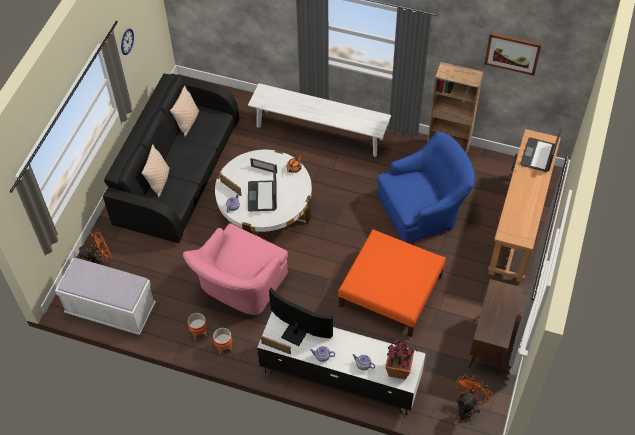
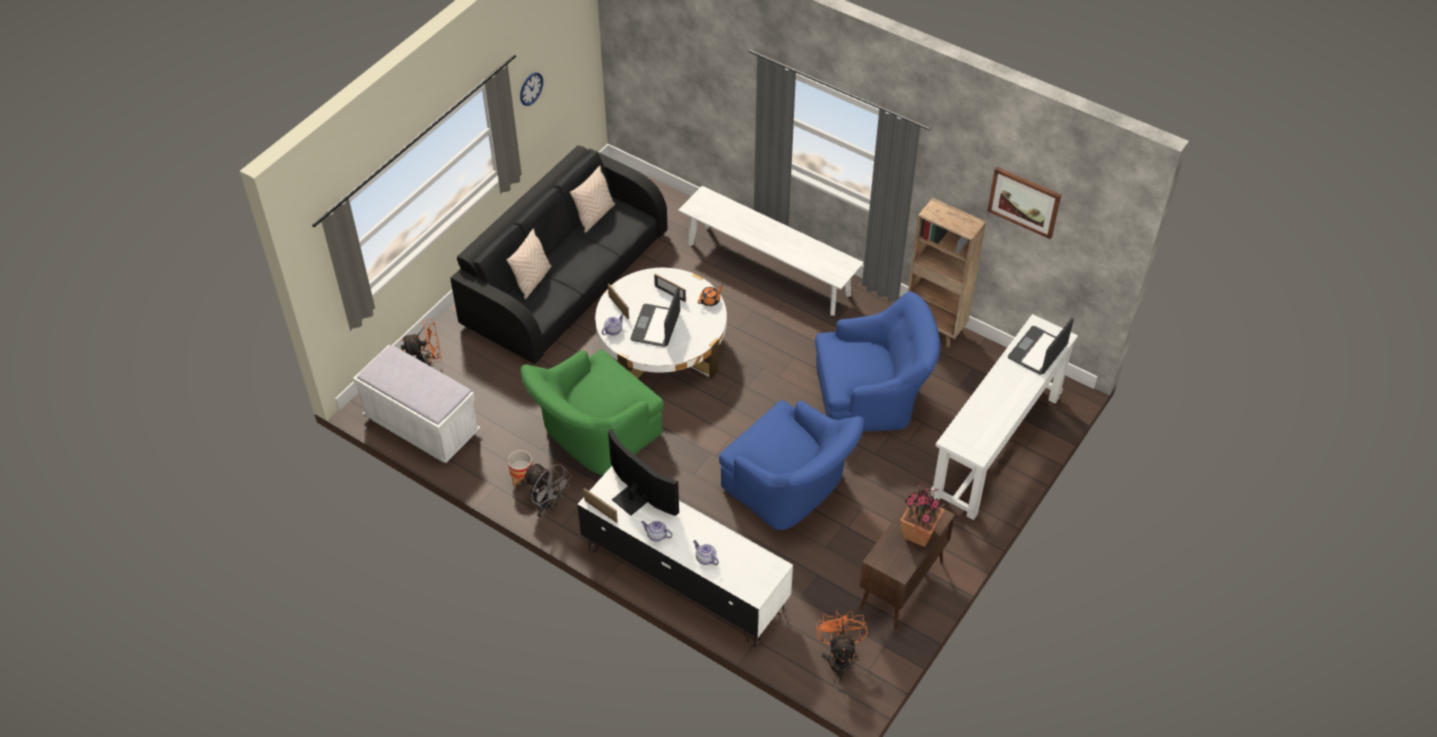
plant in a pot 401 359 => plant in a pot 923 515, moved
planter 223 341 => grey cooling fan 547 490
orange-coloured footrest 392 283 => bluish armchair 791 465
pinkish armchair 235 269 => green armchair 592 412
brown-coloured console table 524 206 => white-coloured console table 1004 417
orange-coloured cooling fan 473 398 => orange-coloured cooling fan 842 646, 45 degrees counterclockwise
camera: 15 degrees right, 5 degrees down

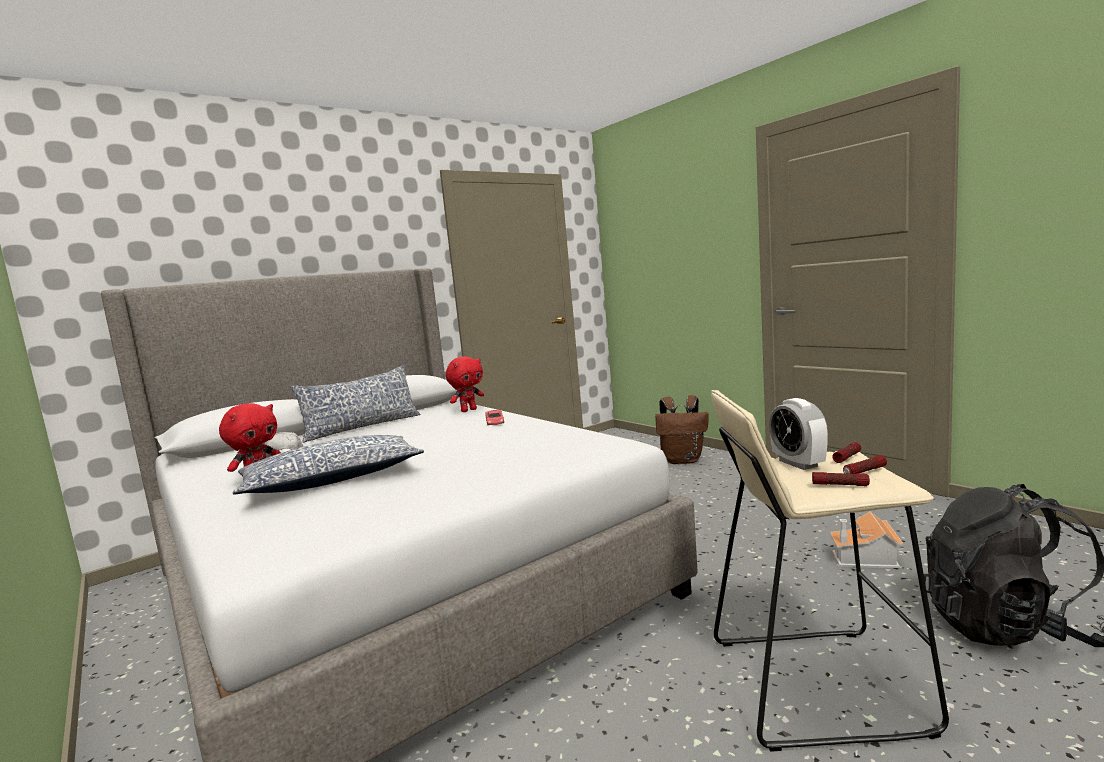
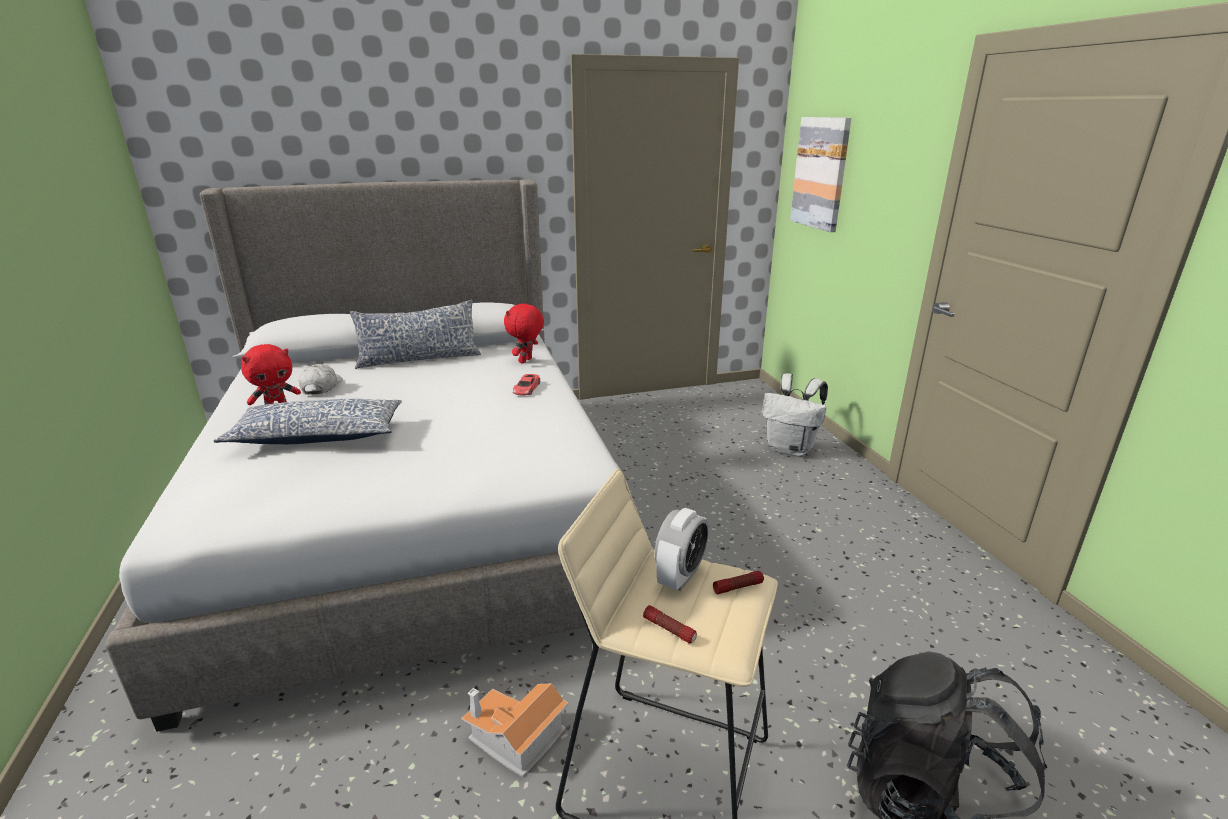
flashlight 865 464 => nothing
nothing => wall picture 820 174
toy house 866 540 => toy house 514 730, moved
brown-coloured rucksack 682 429 => white-coloured rucksack 795 415
red-coloured plush toy 464 384 => red-coloured plush toy 524 333, 135 degrees clockwise
bedside clock 798 434 => bedside clock 682 549, 150 degrees counterclockwise
camera: 20 degrees right, 15 degrees up

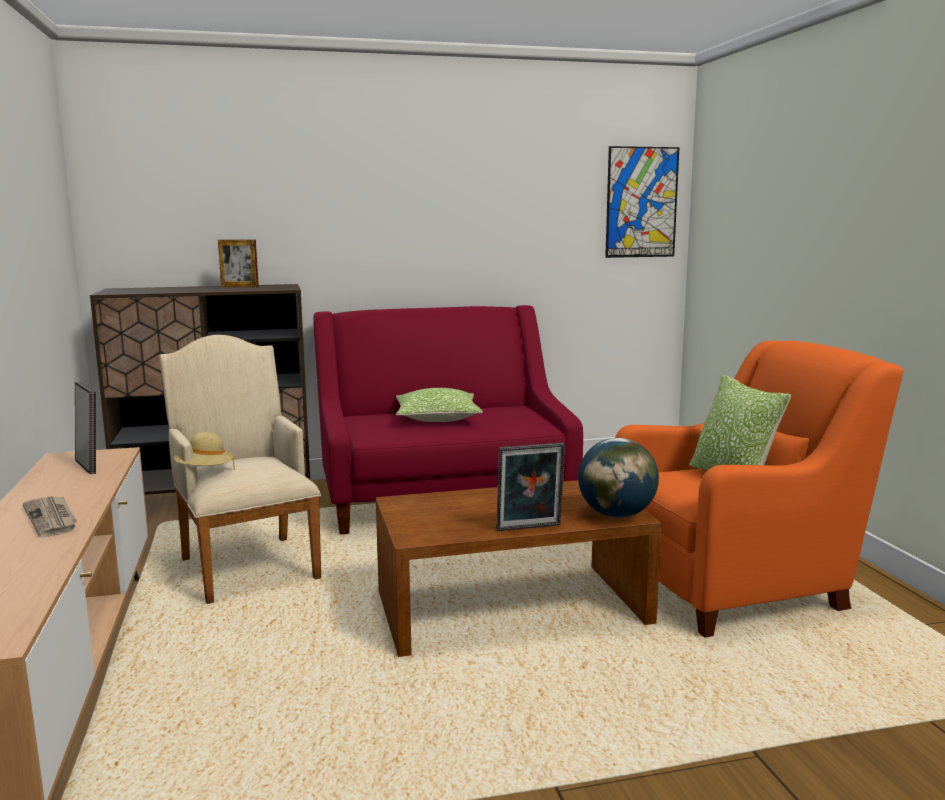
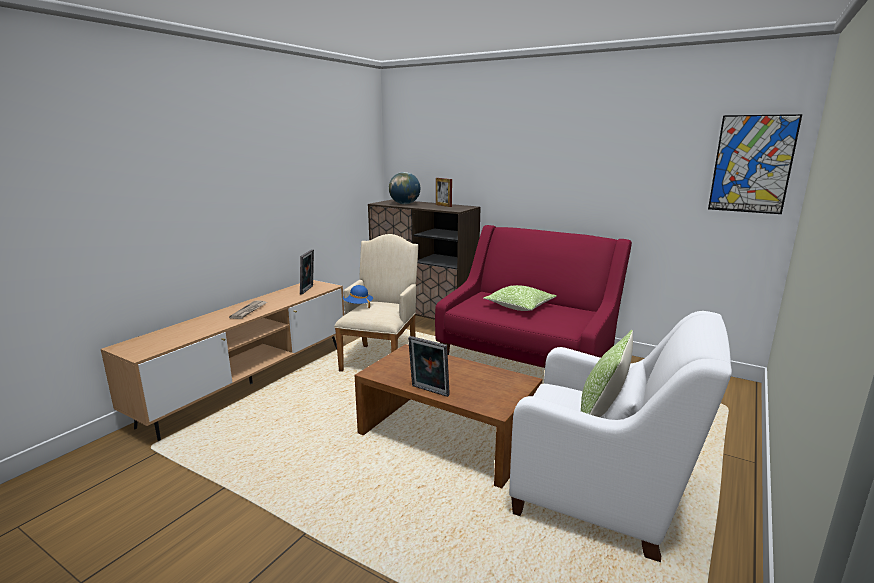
globe 618 478 => globe 404 188, moved
sand-coloured clothing hat 204 451 => bluish clothing hat 358 296
orange-coloured armchair 759 489 => white-coloured armchair 620 436
camera: 45 degrees right, 5 degrees up

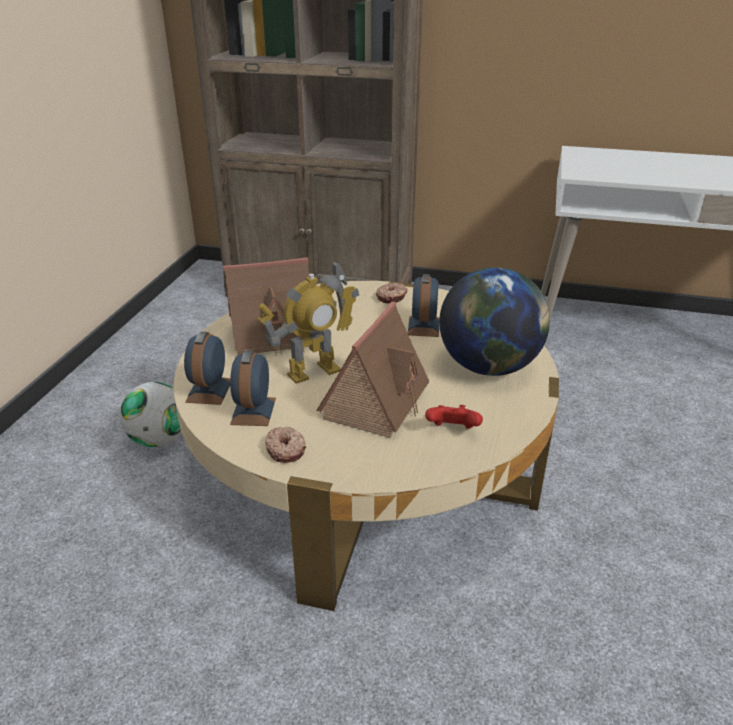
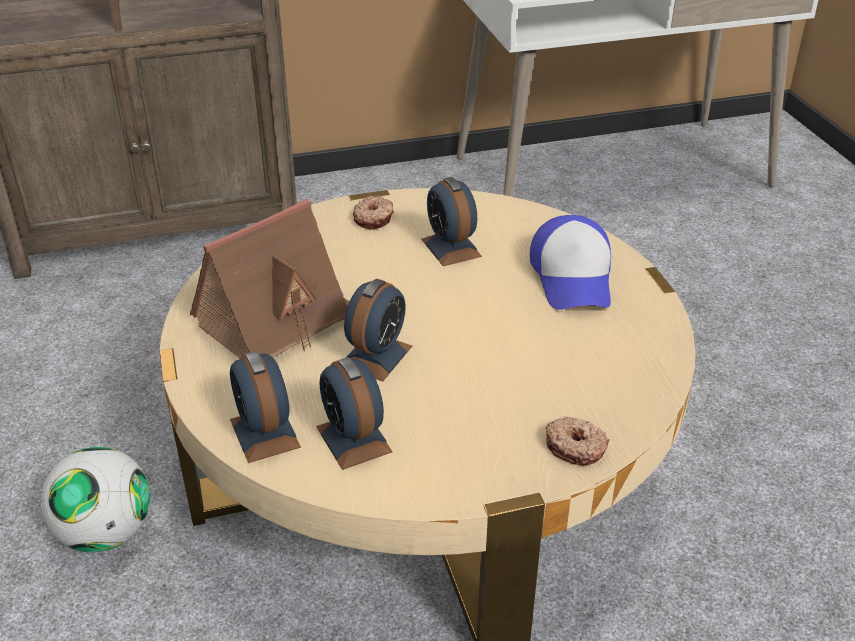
toy house 372 370 => nothing
red-coloured joypad 454 417 => nothing
doughnut 285 445 => doughnut 578 440, moved
toy robot 308 322 => bedside clock 378 330
globe 494 321 => baseball cap 570 262
camera: 30 degrees left, 5 degrees up

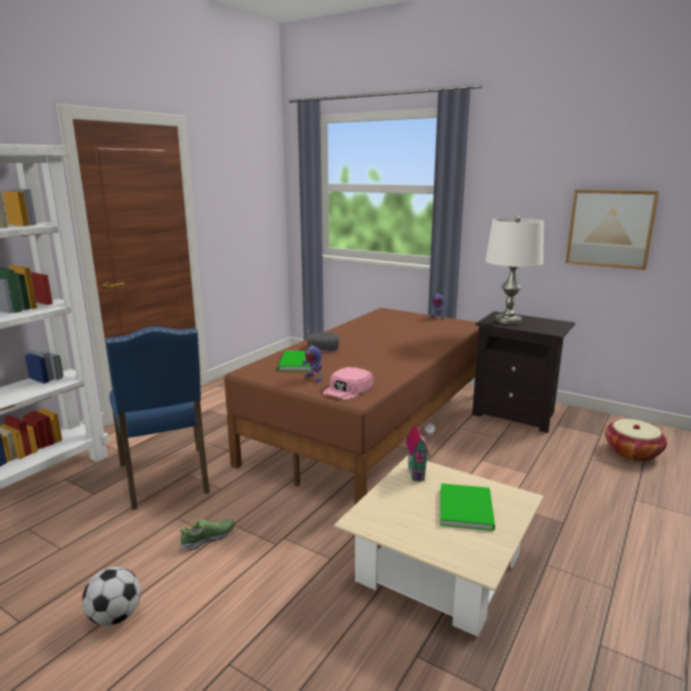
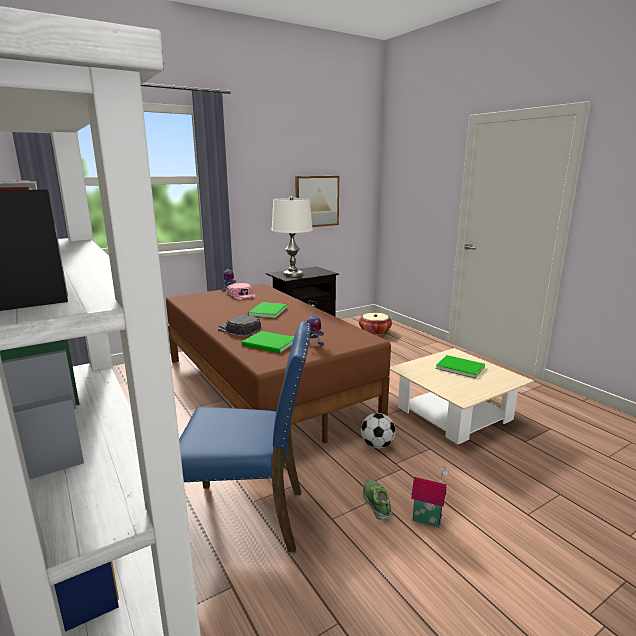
nothing => green book 267 310
ball for football 111 596 => ball for football 378 430, moved
pinkish baseball cap 348 383 => pinkish baseball cap 241 291, moved
toy house 420 452 => toy house 430 496, moved
camera: 65 degrees left, 0 degrees up

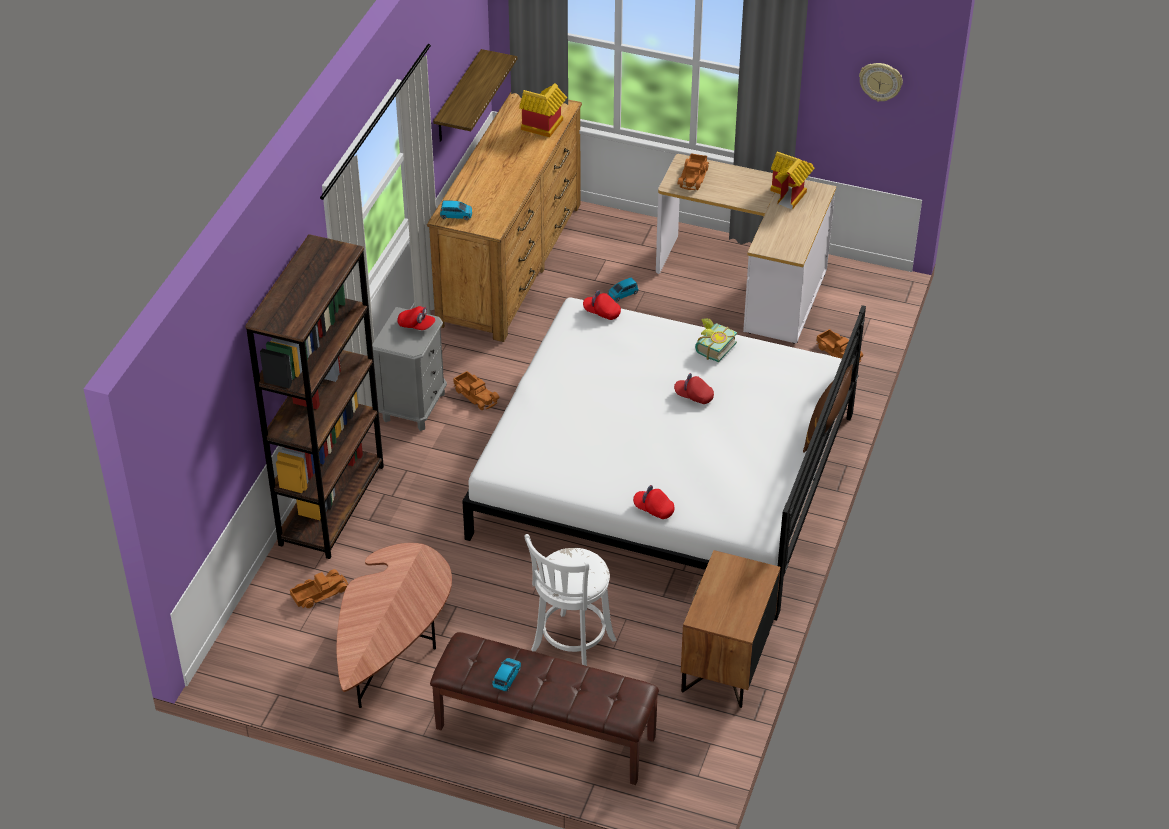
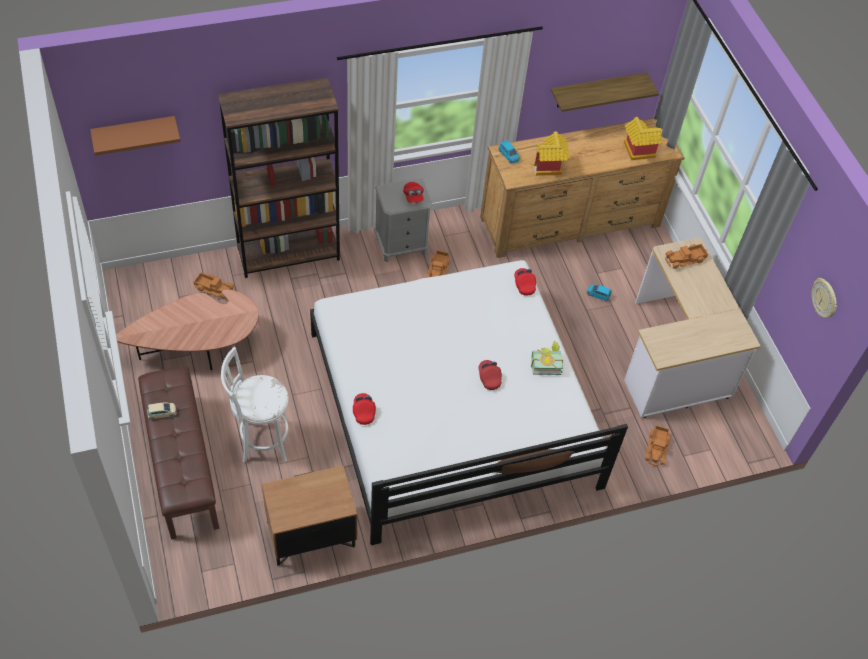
nothing => brown-coloured bracket shelf 135 136
toy house 792 180 => toy house 552 153, moved
bluish model car 506 675 => sand-coloured model car 161 411
camera: 50 degrees right, 10 degrees up

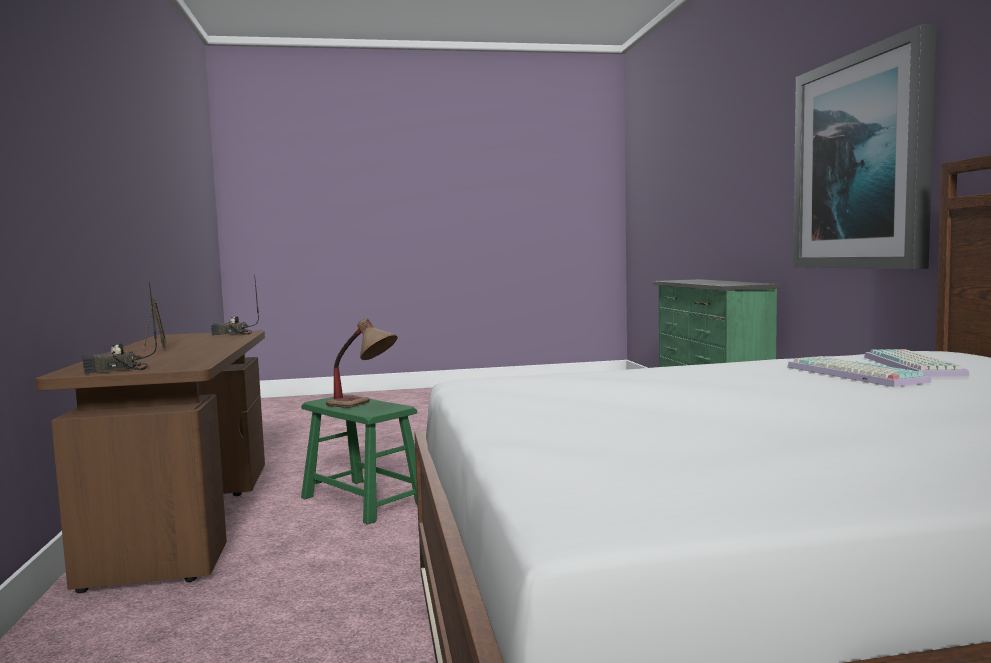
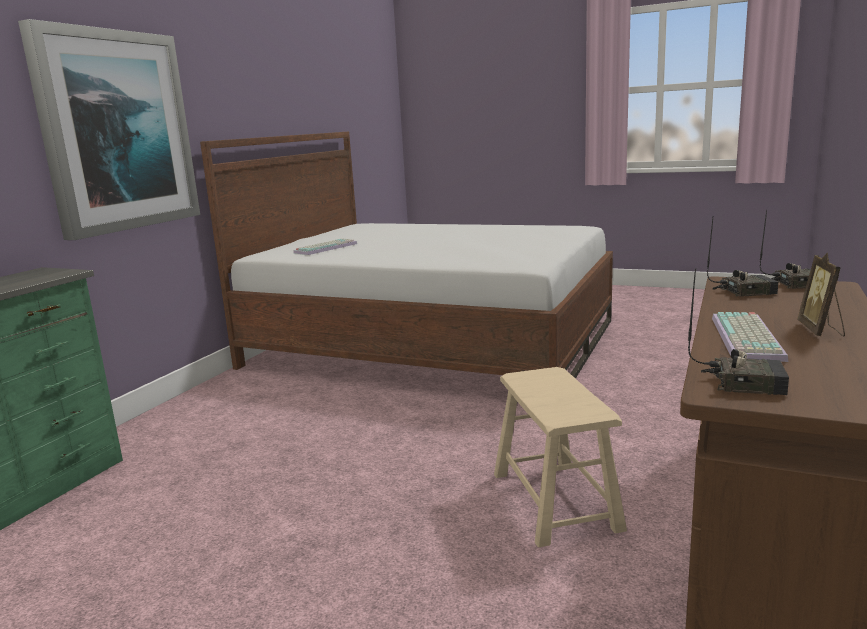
lamp for a table 362 363 => nothing
nothing => radio set 743 257
keyboard 860 371 => keyboard 750 337, moved
green stool seat 359 459 => sand-coloured stool seat 560 457
camera: 145 degrees left, 10 degrees up

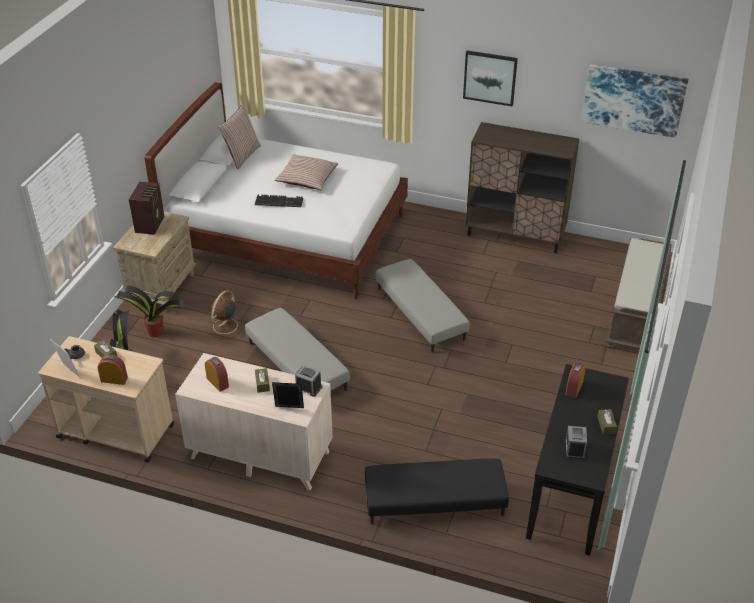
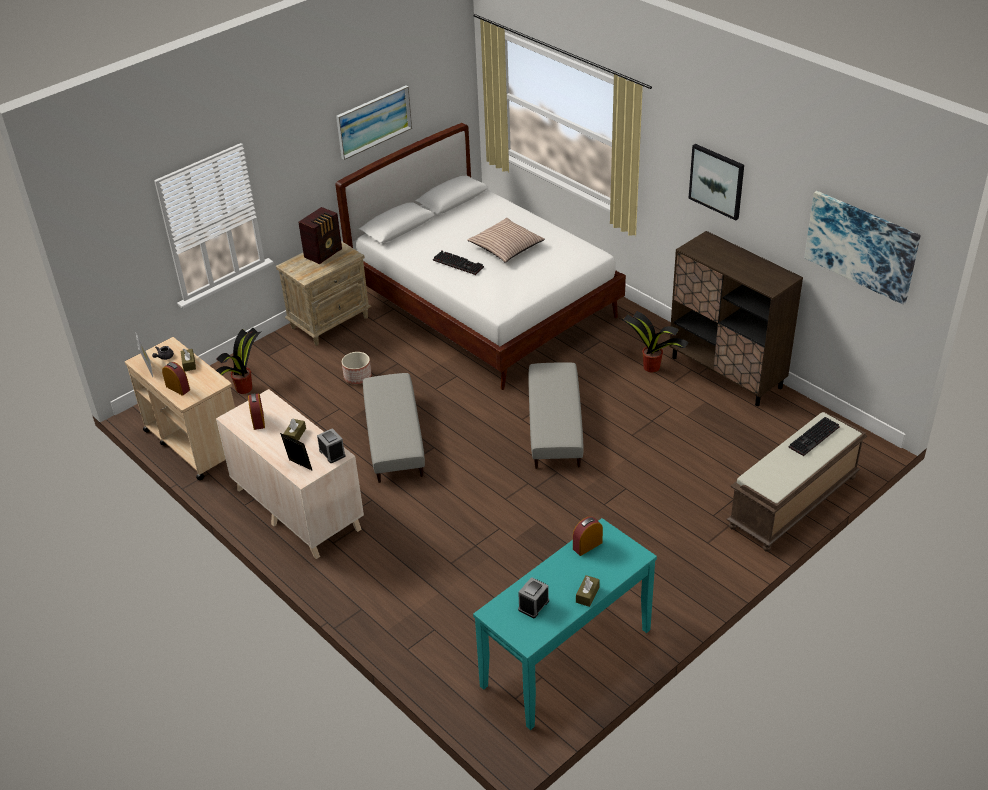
pillow 239 137 => nothing
black-coloured footrest 437 491 => nothing
nothing => wall picture 374 123
nothing => keyboard 814 436
plant in a pot 149 311 => plant in a pot 654 342, moved
brown-coloured cooling fan 224 314 => planter 357 368
black-coloured console table 577 460 => turquoise-coloured console table 565 624
camera: 30 degrees right, 0 degrees up

